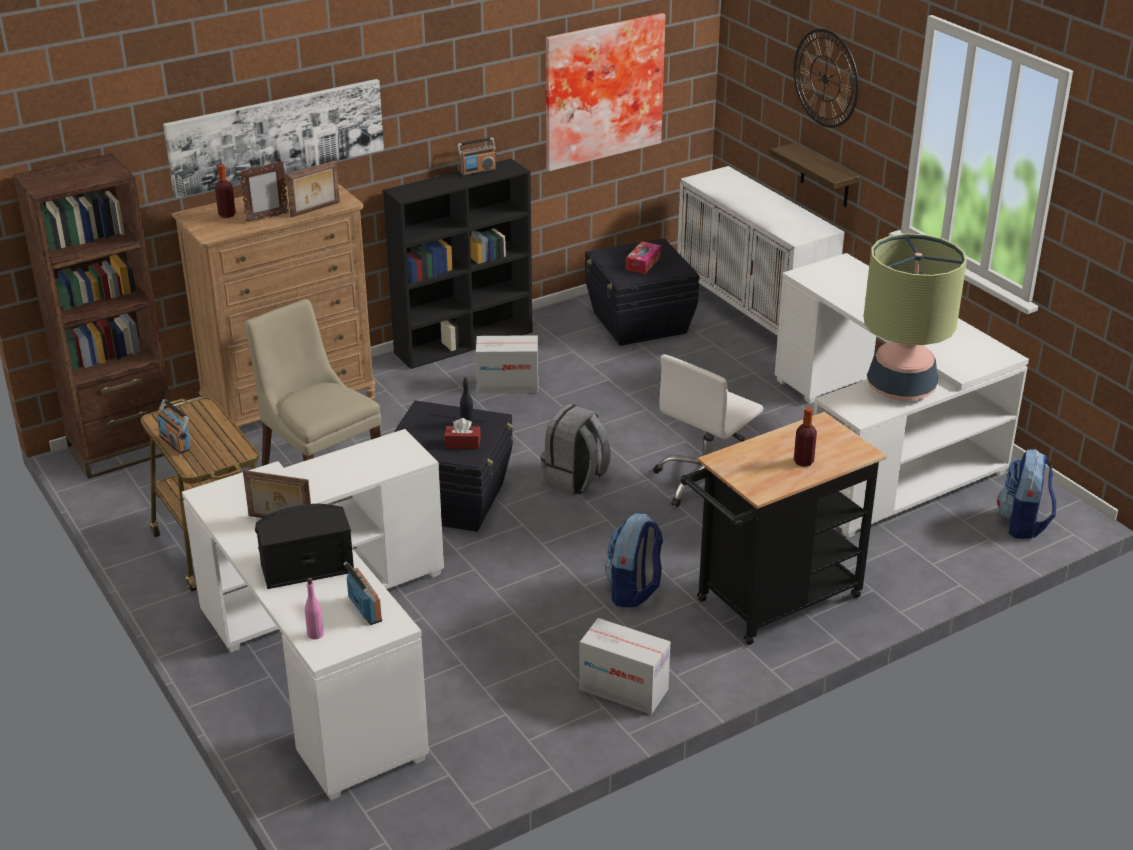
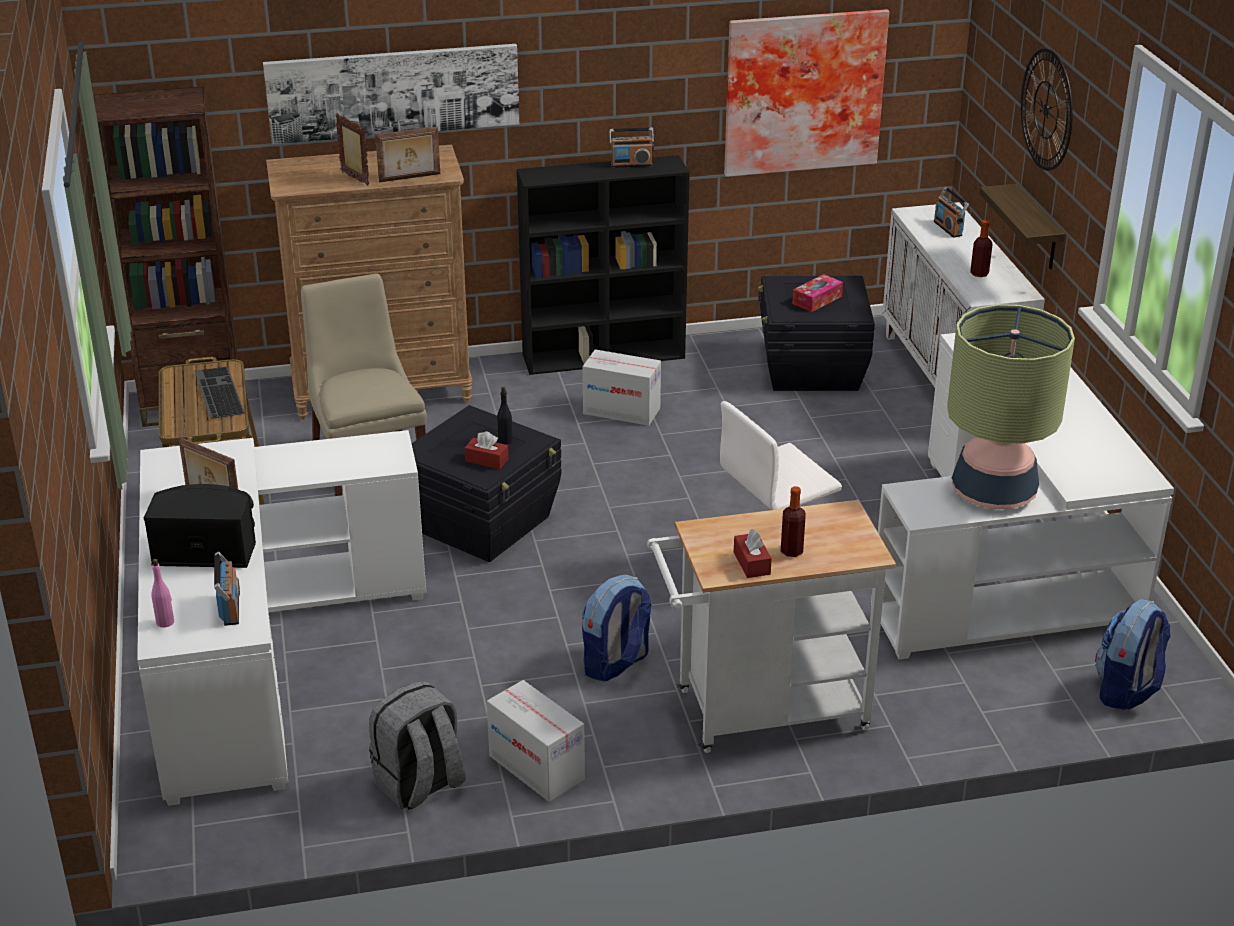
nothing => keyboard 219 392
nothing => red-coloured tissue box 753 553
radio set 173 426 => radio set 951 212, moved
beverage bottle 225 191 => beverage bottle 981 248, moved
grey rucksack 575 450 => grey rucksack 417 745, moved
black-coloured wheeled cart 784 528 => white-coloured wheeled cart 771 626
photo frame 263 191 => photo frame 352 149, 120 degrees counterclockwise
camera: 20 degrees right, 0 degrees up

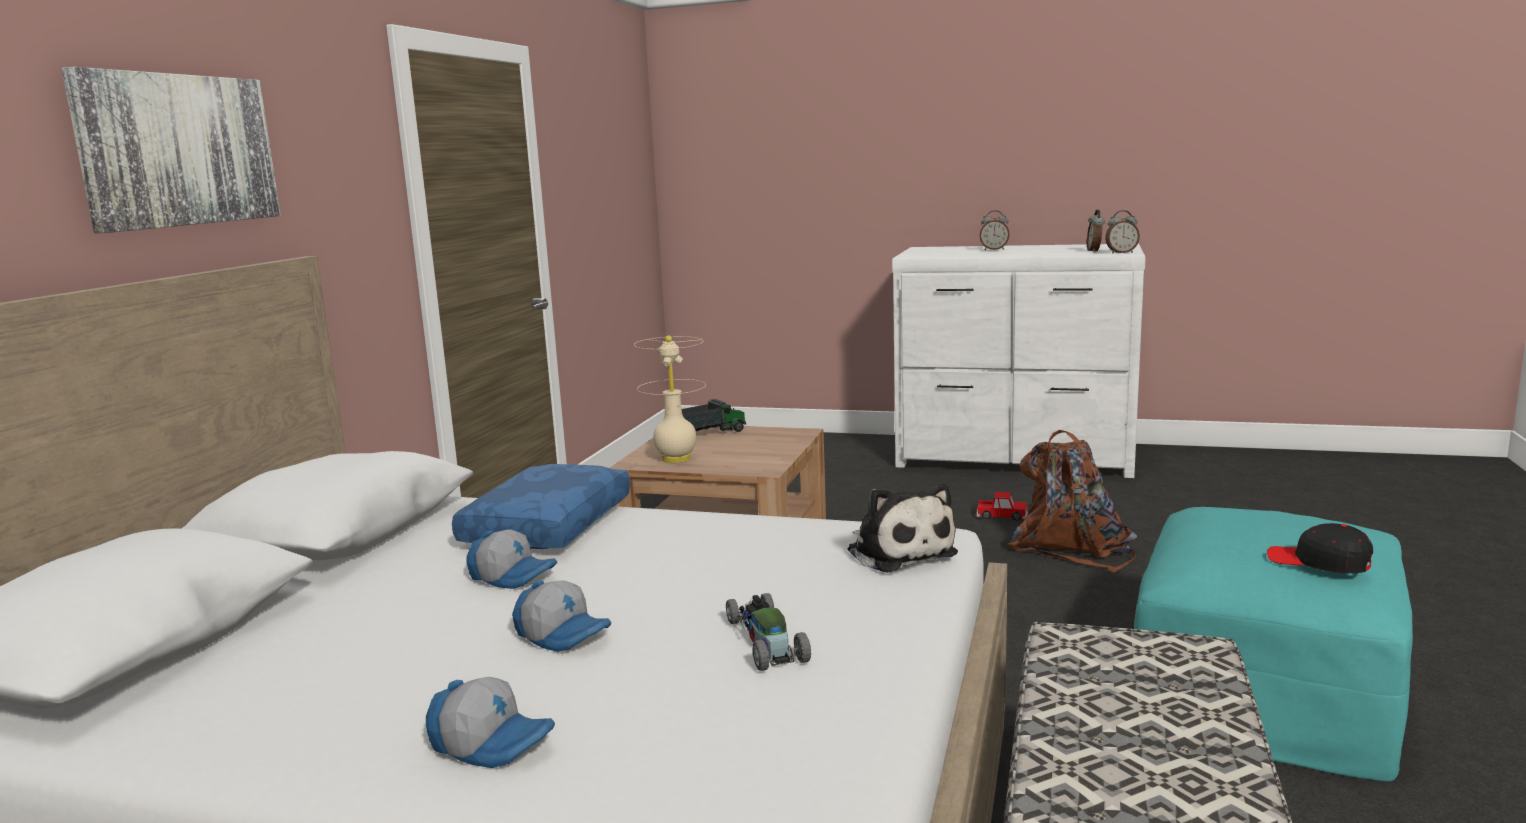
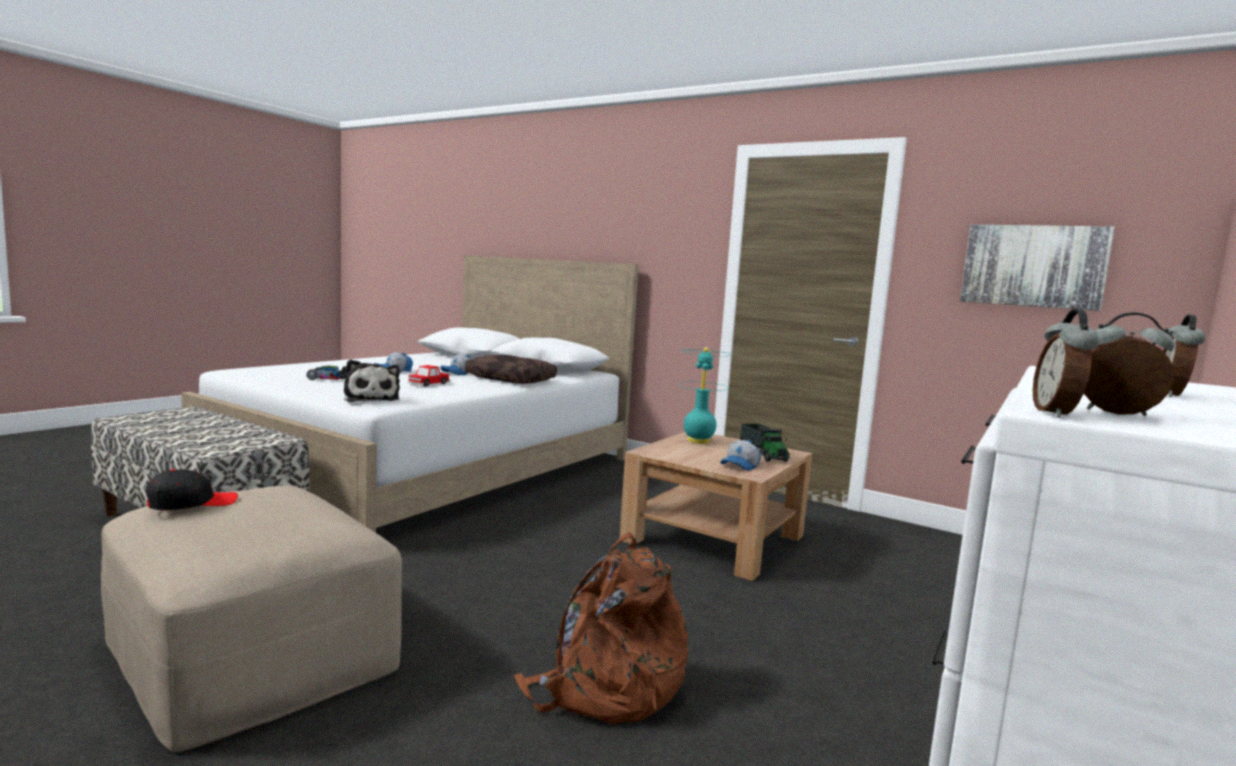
wall picture 170 150 => wall picture 1037 268, moved
baseball cap 490 722 => baseball cap 740 455, moved
model car 1002 506 => model car 429 376, moved
bluish pillow 541 506 => brown-coloured pillow 511 369
sand-coloured lamp for a table 670 399 => turquoise-coloured lamp for a table 704 395
turquoise-coloured footrest 1273 644 => sand-coloured footrest 251 618
plush toy 902 528 => plush toy 372 380, 105 degrees counterclockwise
camera: 105 degrees right, 5 degrees down

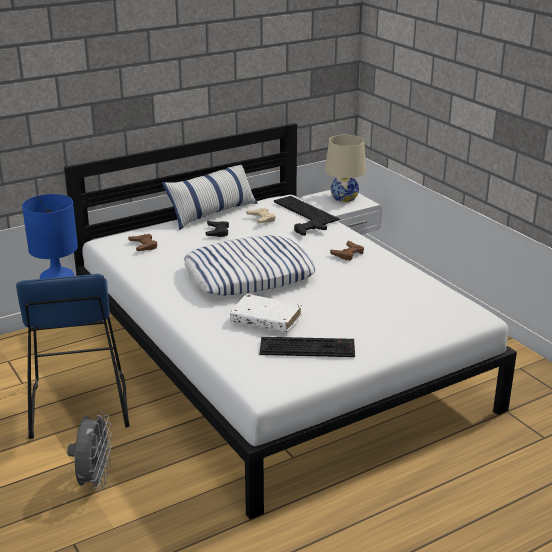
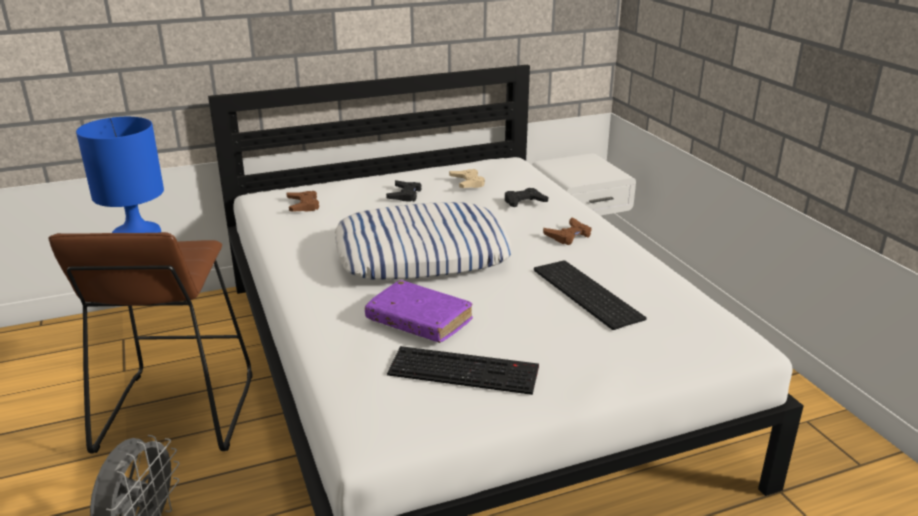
pillow 210 195 => nothing
sand-coloured lamp for a table 345 168 => nothing
keyboard 307 210 => keyboard 590 295, moved
bluish stool seat 73 356 => brown-coloured stool seat 150 343
white-coloured book 266 313 => purple book 419 311
camera: 10 degrees right, 0 degrees up

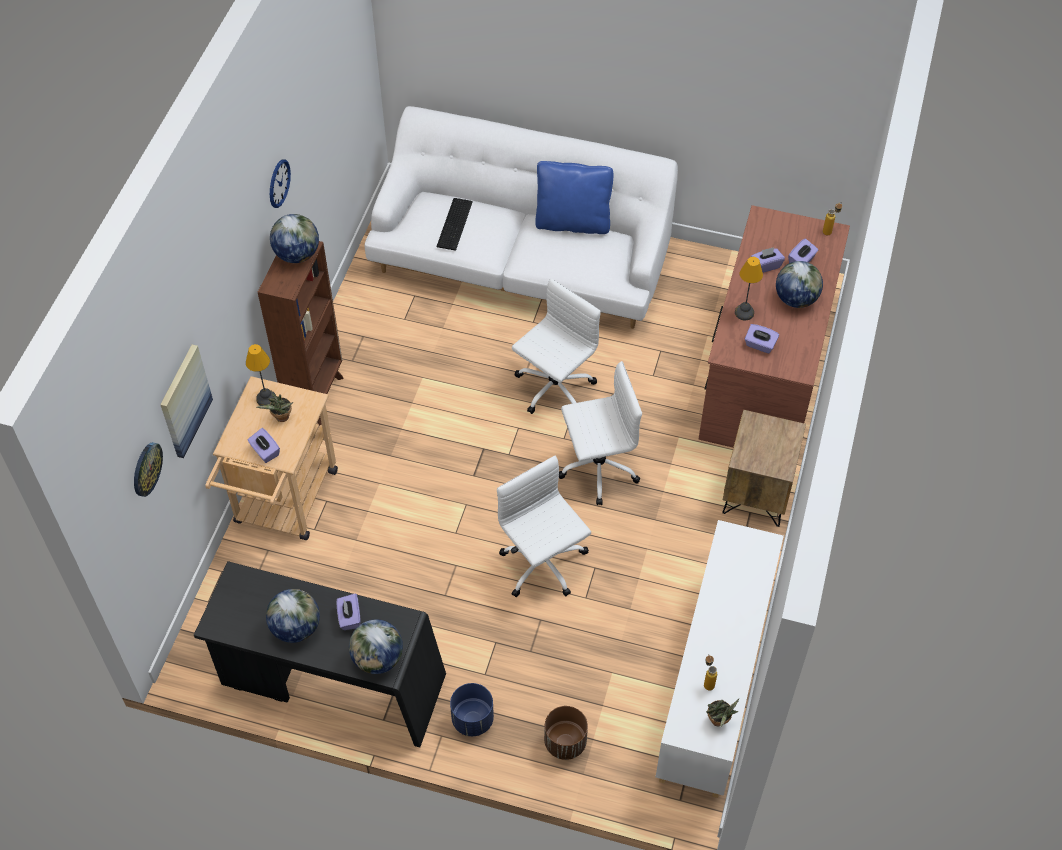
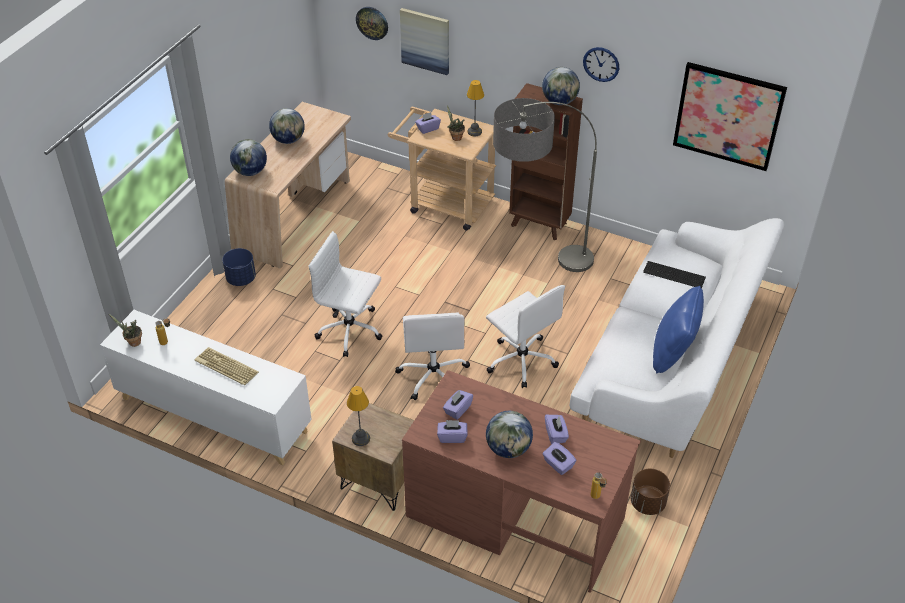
nothing => keyboard 226 366
nothing => floor lamp 545 185
nothing => wall picture 730 116
purple tissue box 349 611 => purple tissue box 452 431, moved
brown-coloured planter 566 733 => brown-coloured planter 650 492, moved
lamp for a table 749 288 => lamp for a table 358 416, moved
black-coloured desk table 320 654 => sand-coloured desk table 288 185
white-coloured computer chair 544 526 => white-coloured computer chair 345 294, 135 degrees counterclockwise
camera: 100 degrees right, 10 degrees down

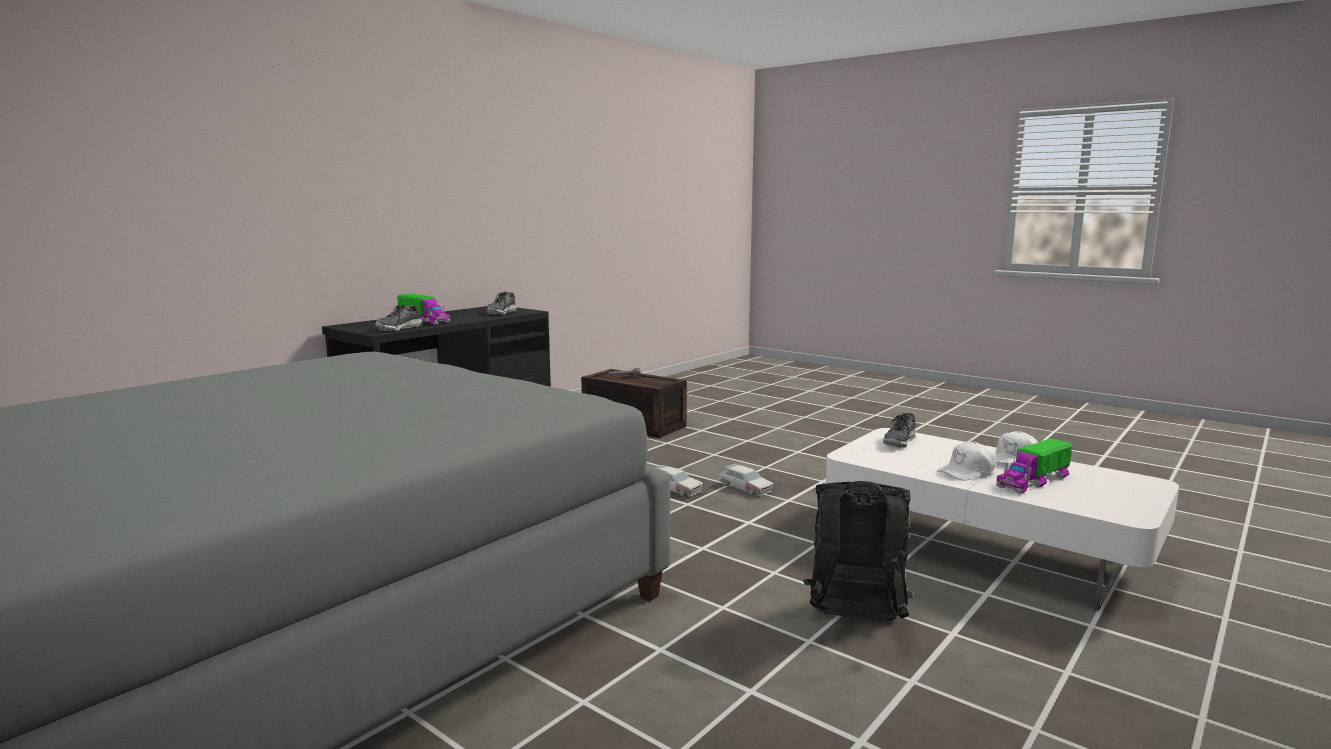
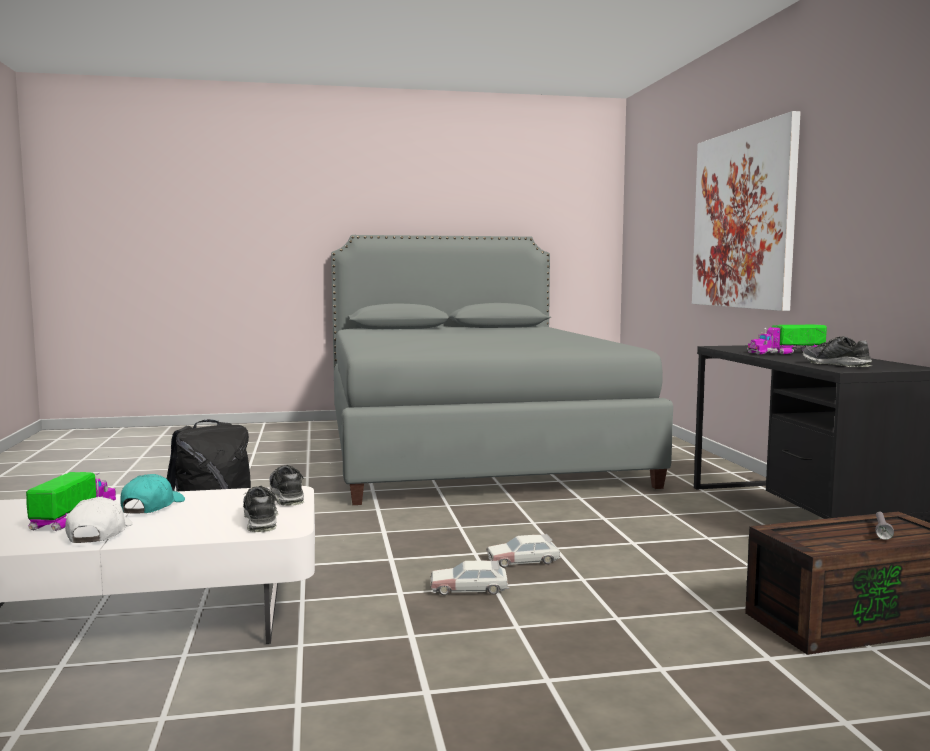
nothing => wall picture 746 211
shoe 398 318 => shoe 286 485, moved
white-coloured baseball cap 966 461 => turquoise-coloured baseball cap 152 493
camera: 130 degrees right, 5 degrees down

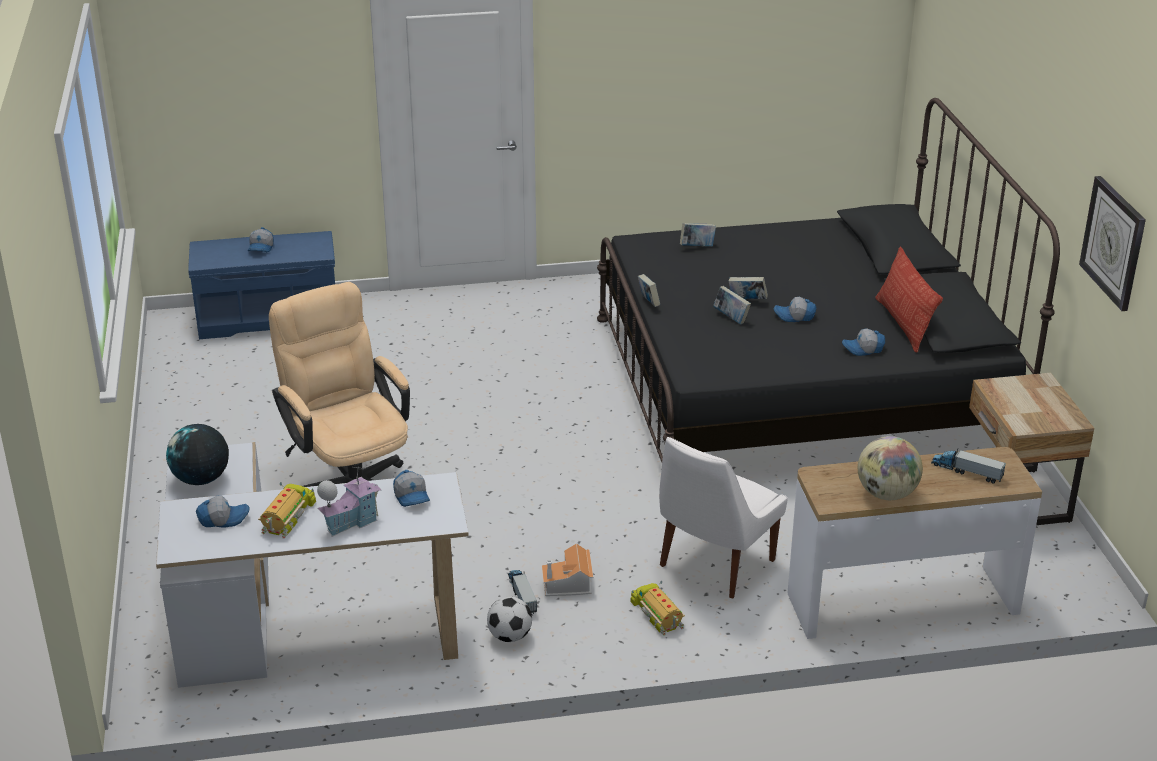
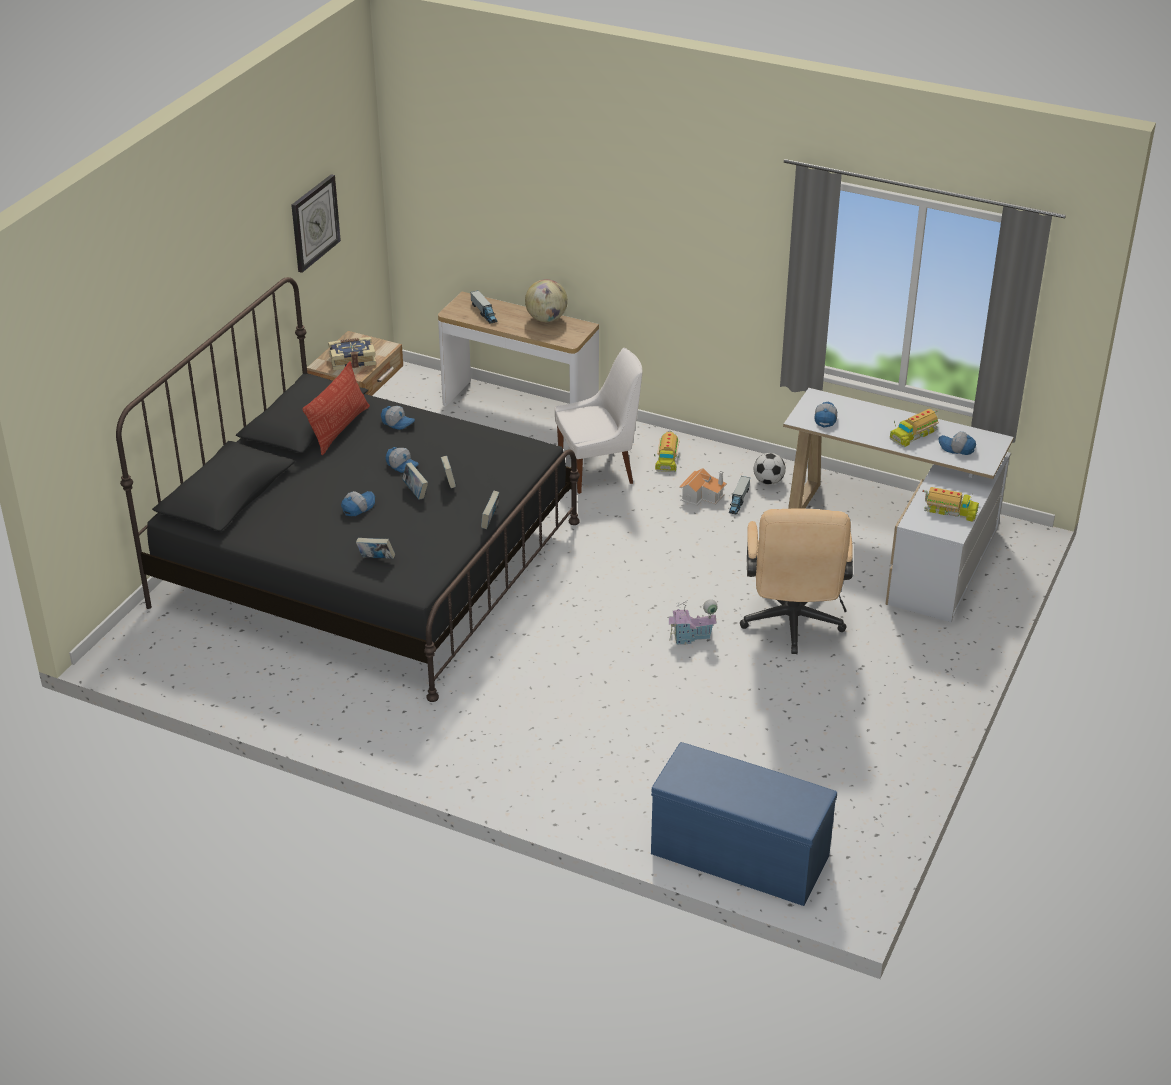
nothing => book 352 353
baseball cap 261 239 => baseball cap 358 503, moved
toy house 349 502 => toy house 693 622, moved
globe 197 454 => toy truck 950 504
camera: 145 degrees left, 5 degrees up

